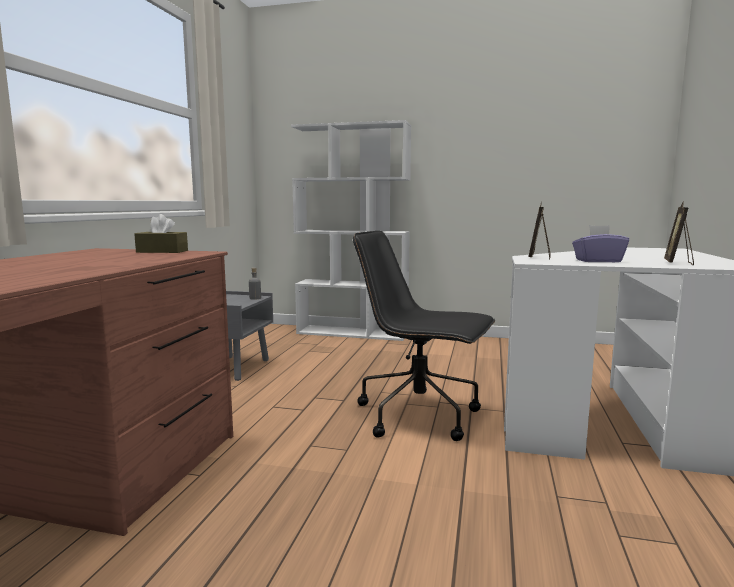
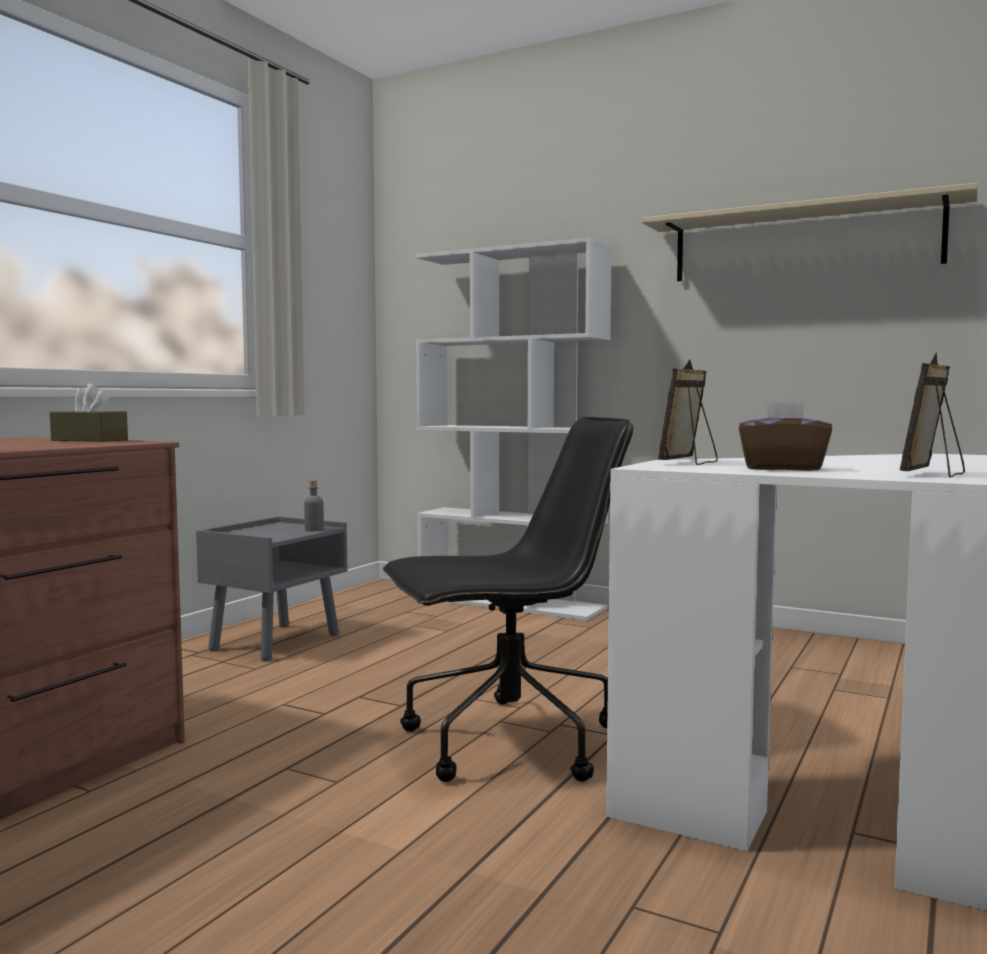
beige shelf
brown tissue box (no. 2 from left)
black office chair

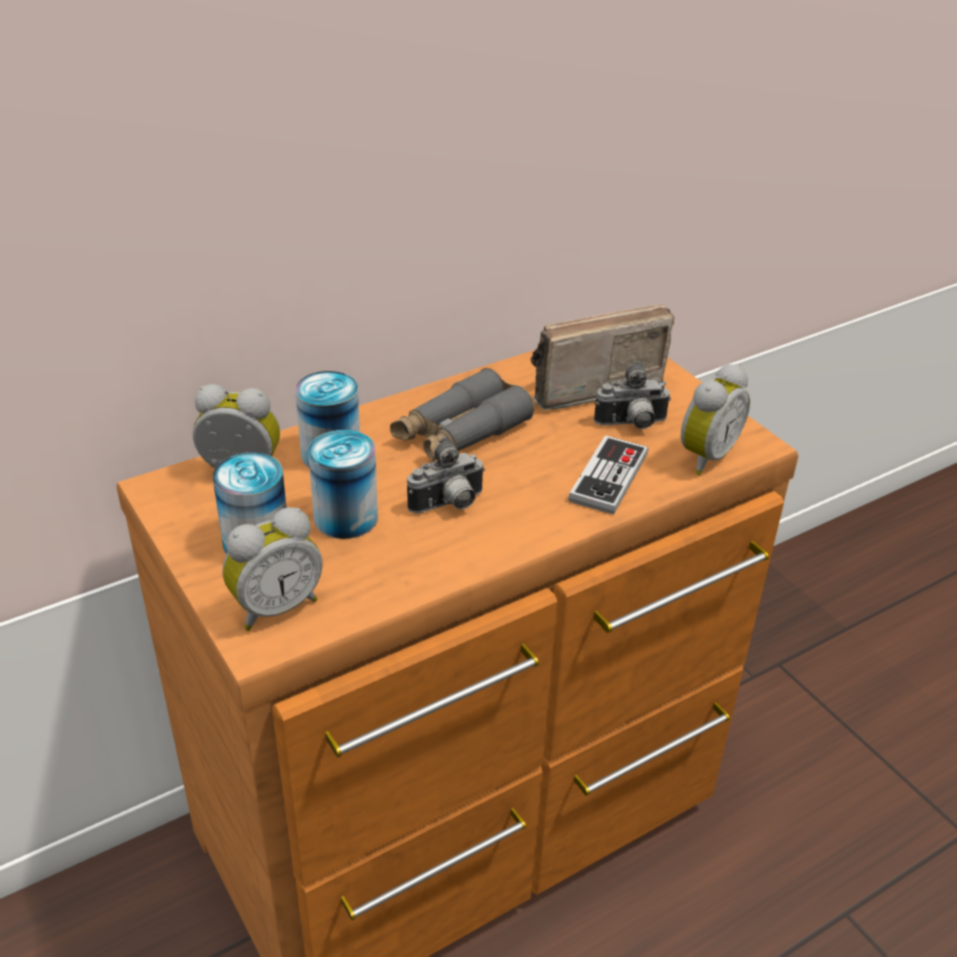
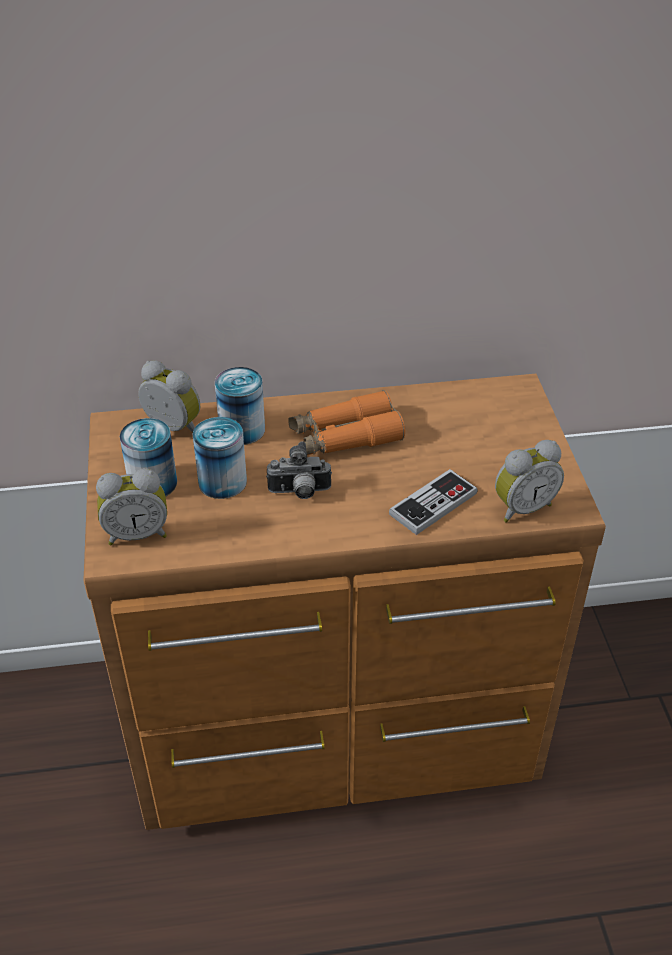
radio
photo camera (no. 2 from left in the first image)
orange binoculars

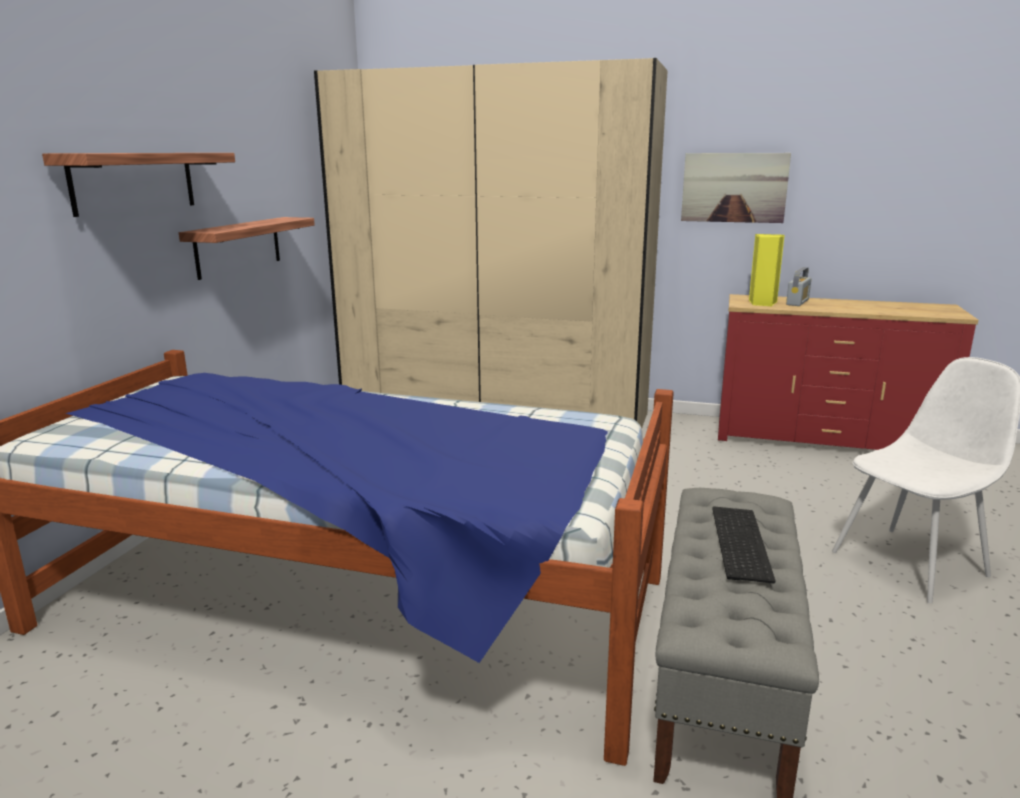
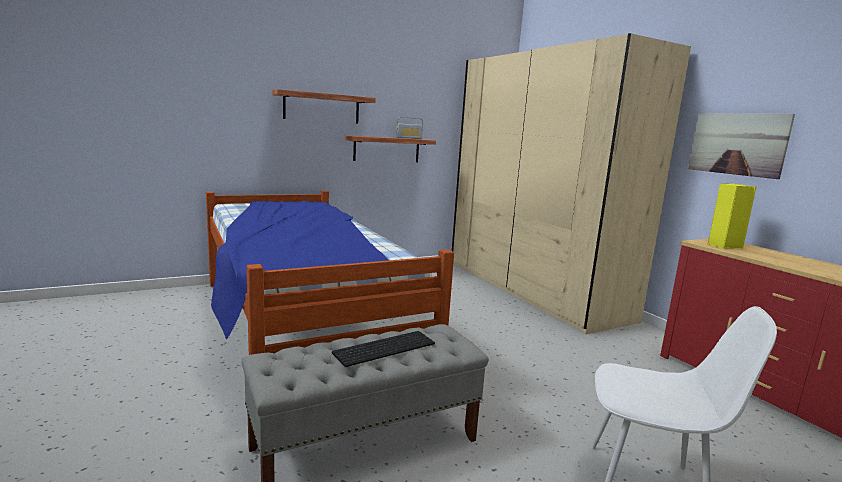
radio

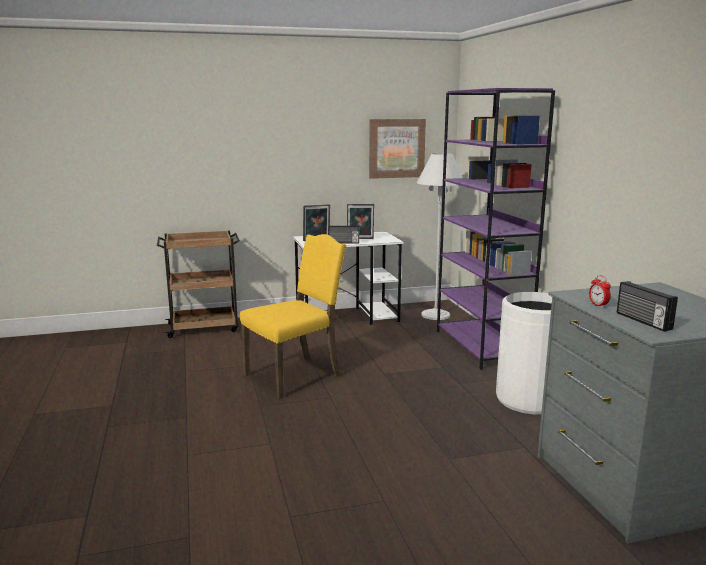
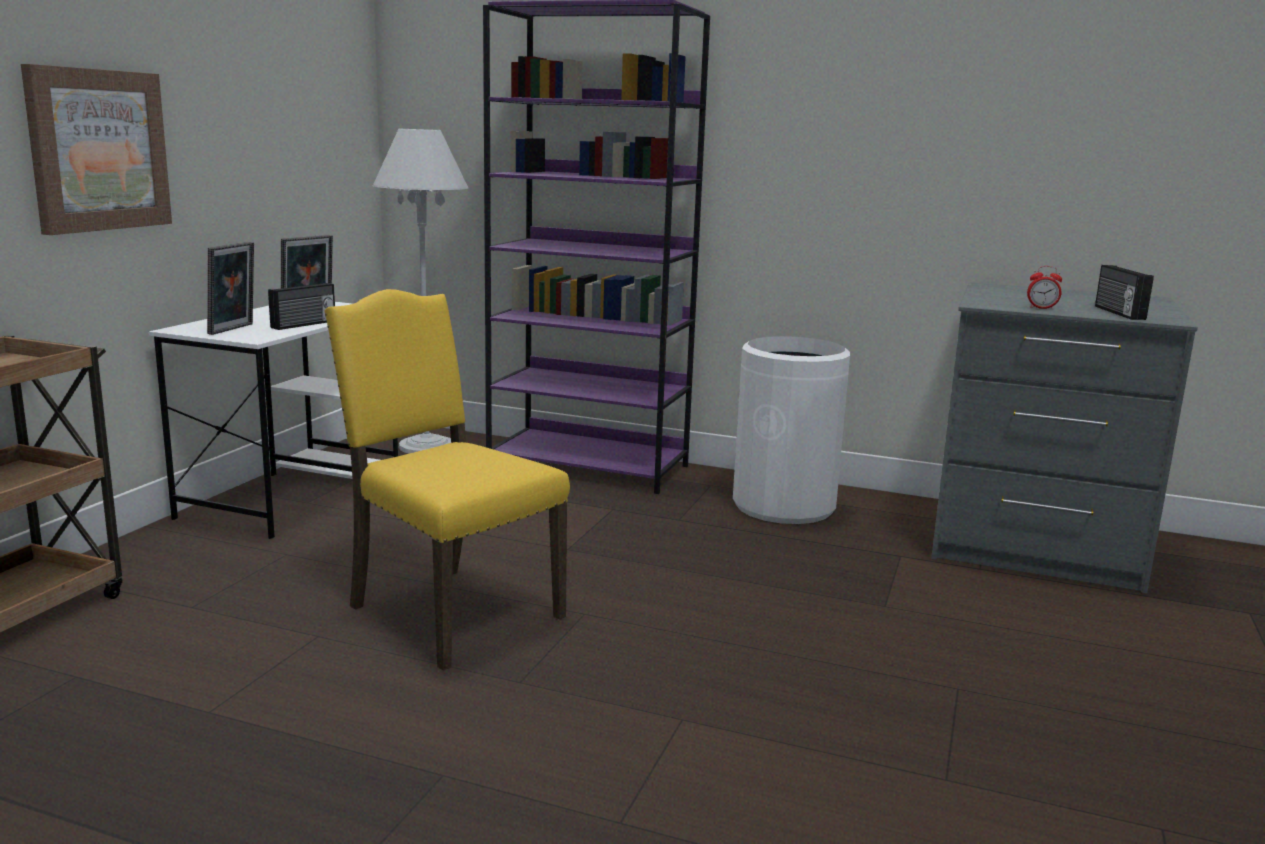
picture
yellow chair
radio (no. 2 from left)

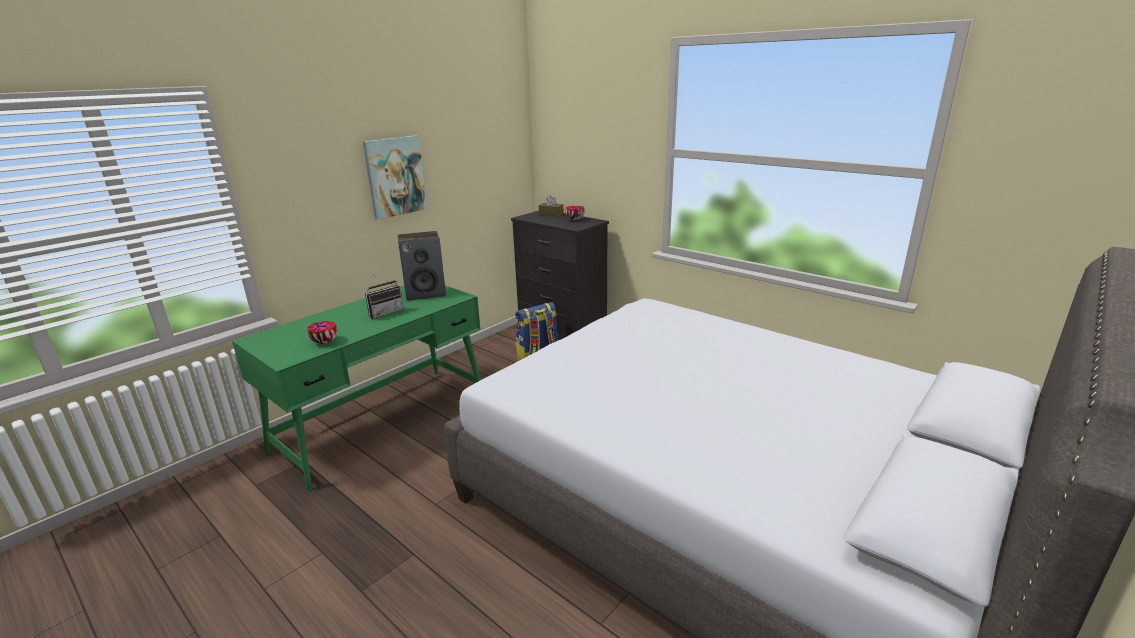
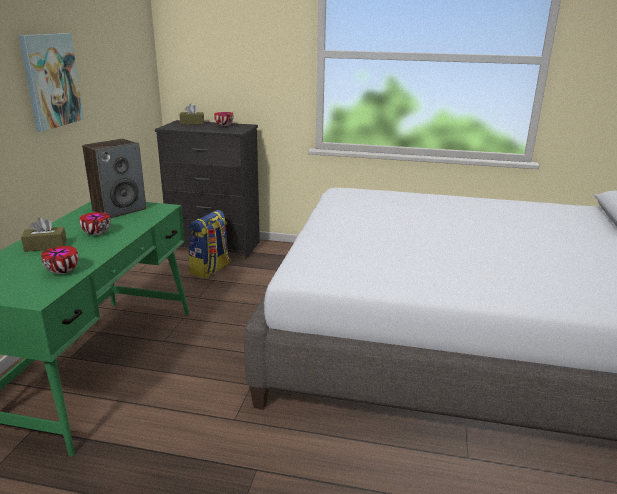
brown tissue box (no. 1 from left)
bowl (no. 2 from left)

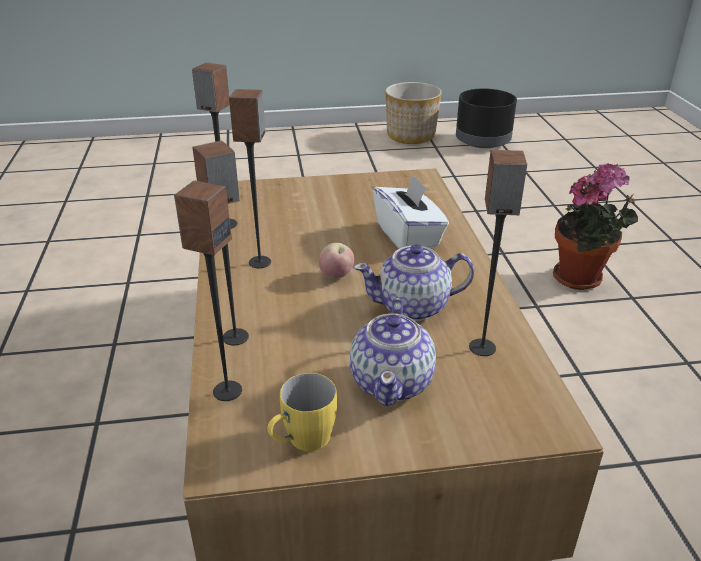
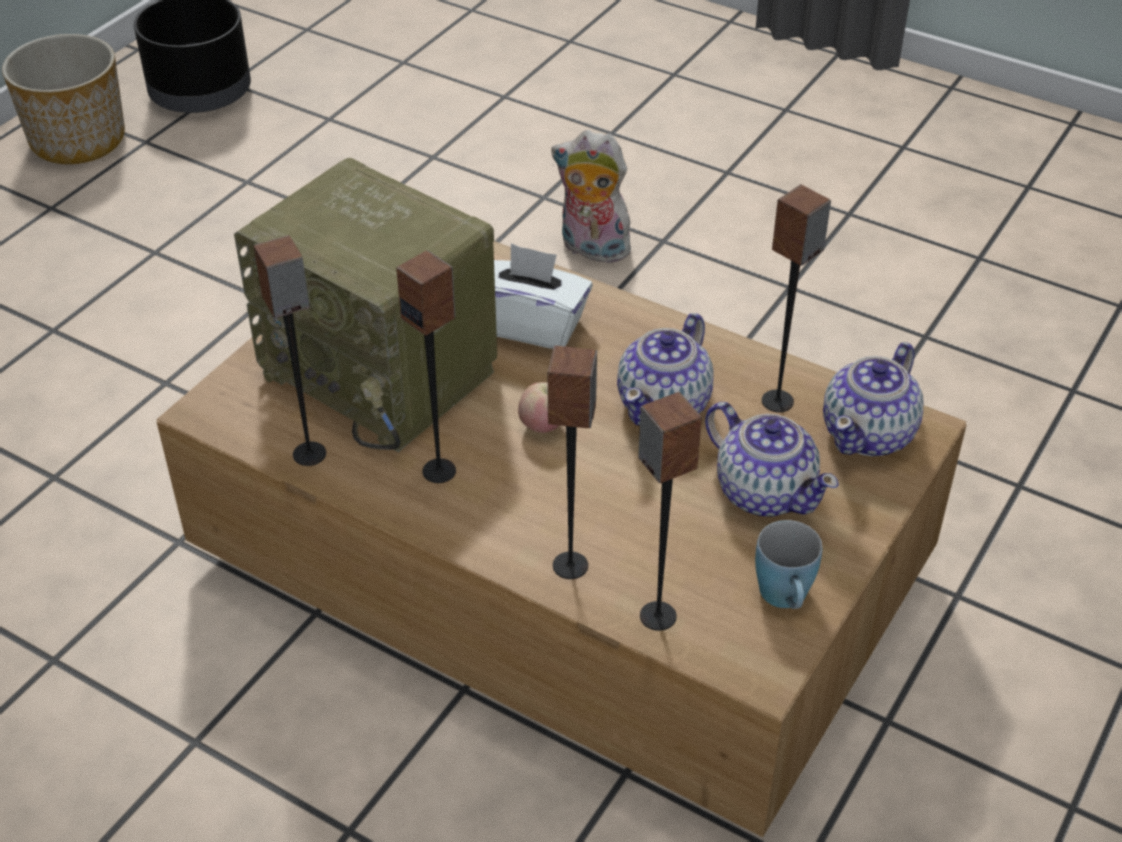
radio
teapot (no. 3 from left)
plush toy
blue mug

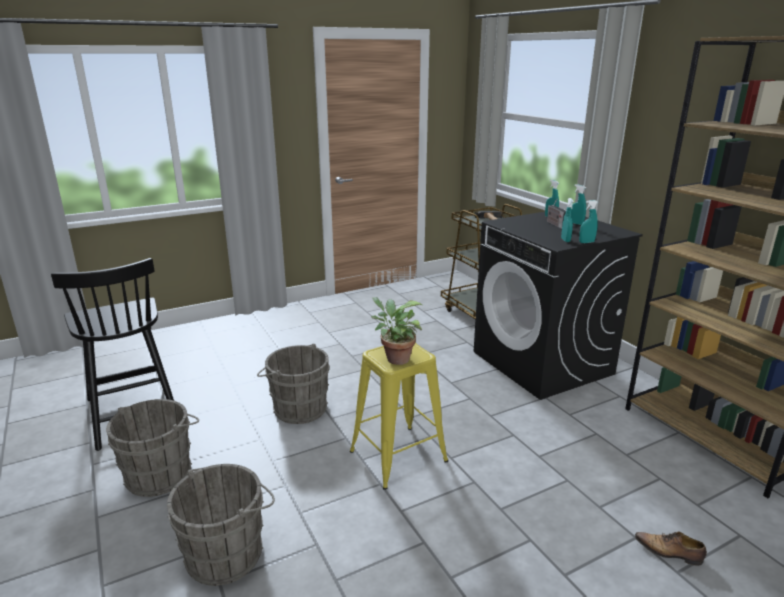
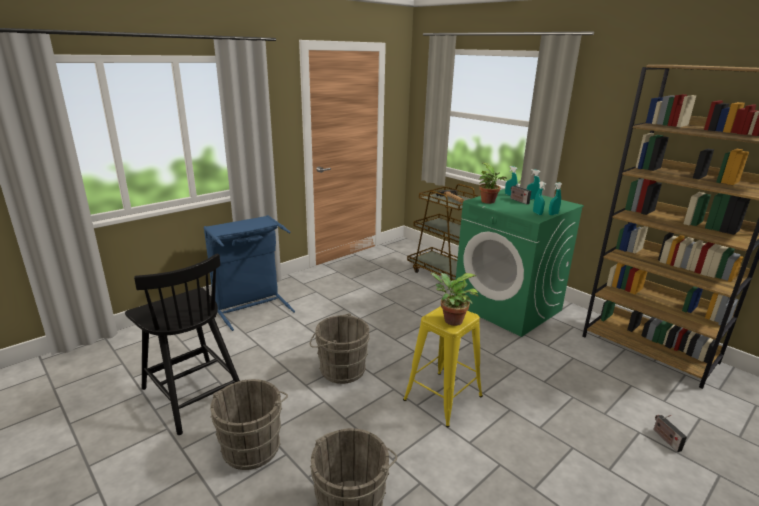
blue laundry basket
potted plant (no. 2 from left)
radio (no. 2 from left)
green washing machine

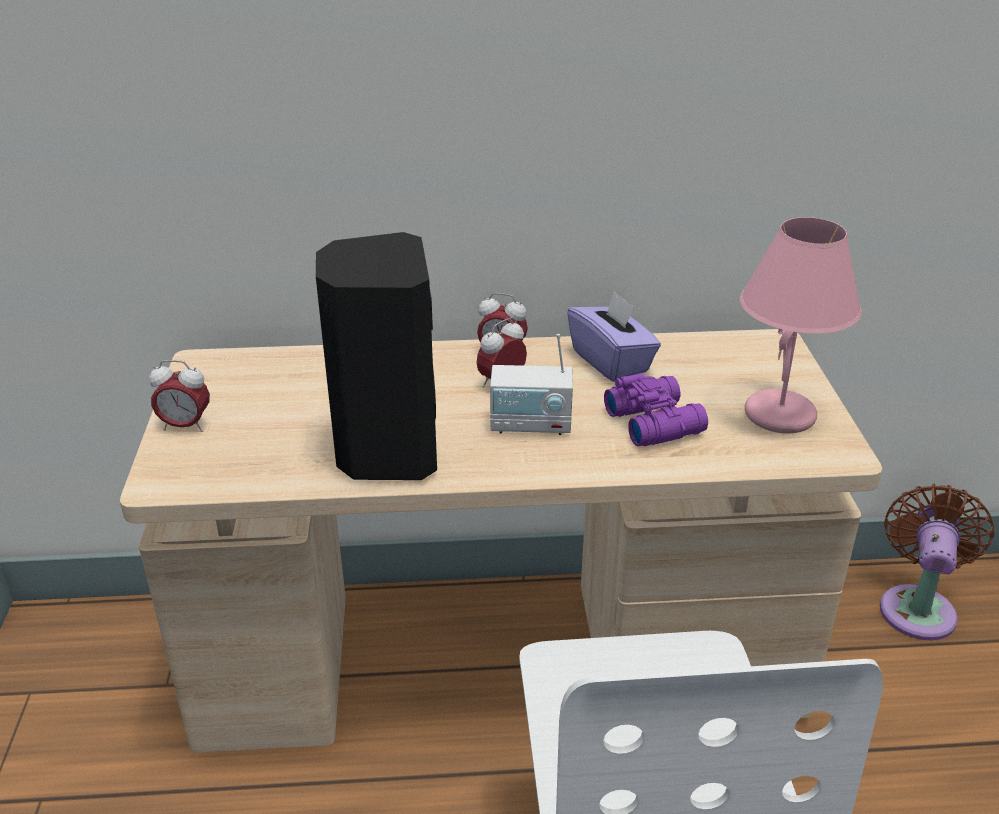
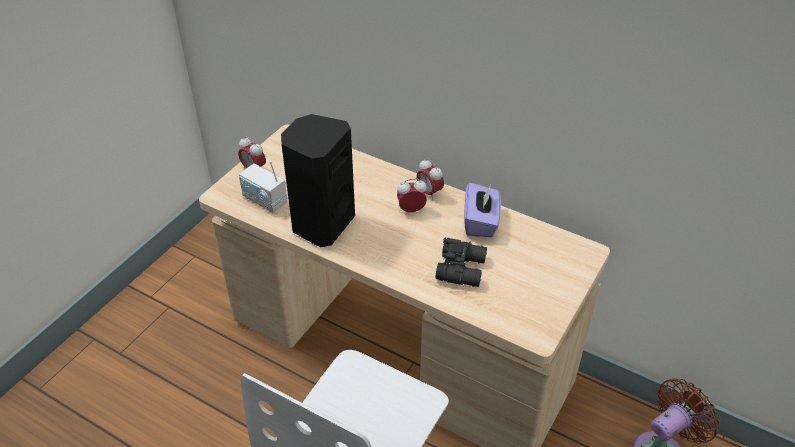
pink table lamp
radio
black binoculars

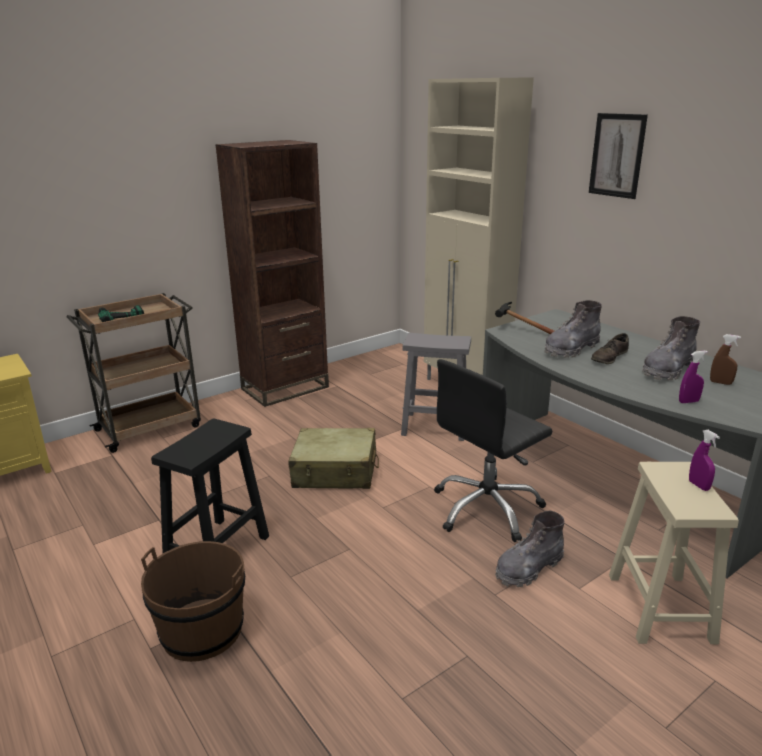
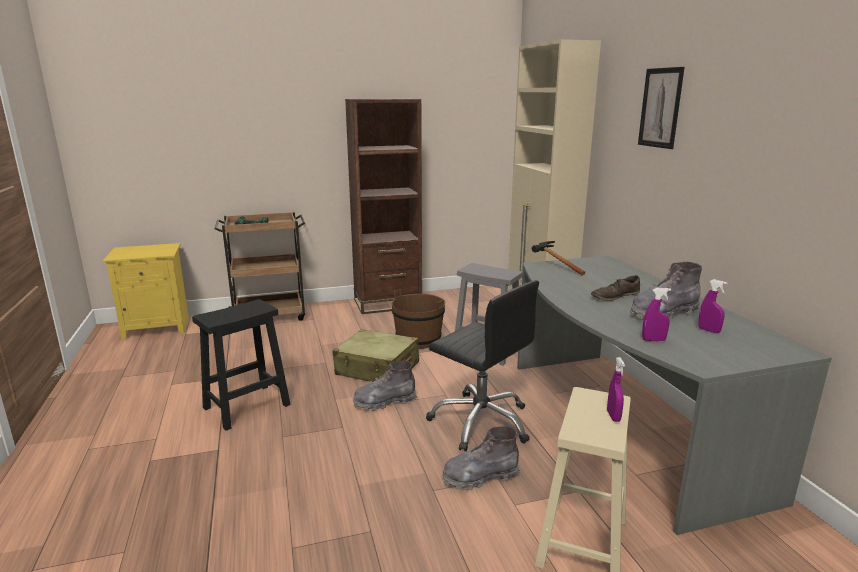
brown bucket
grey boot (no. 1 from left)
purple spray bottle (no. 3 from left)
black office chair

